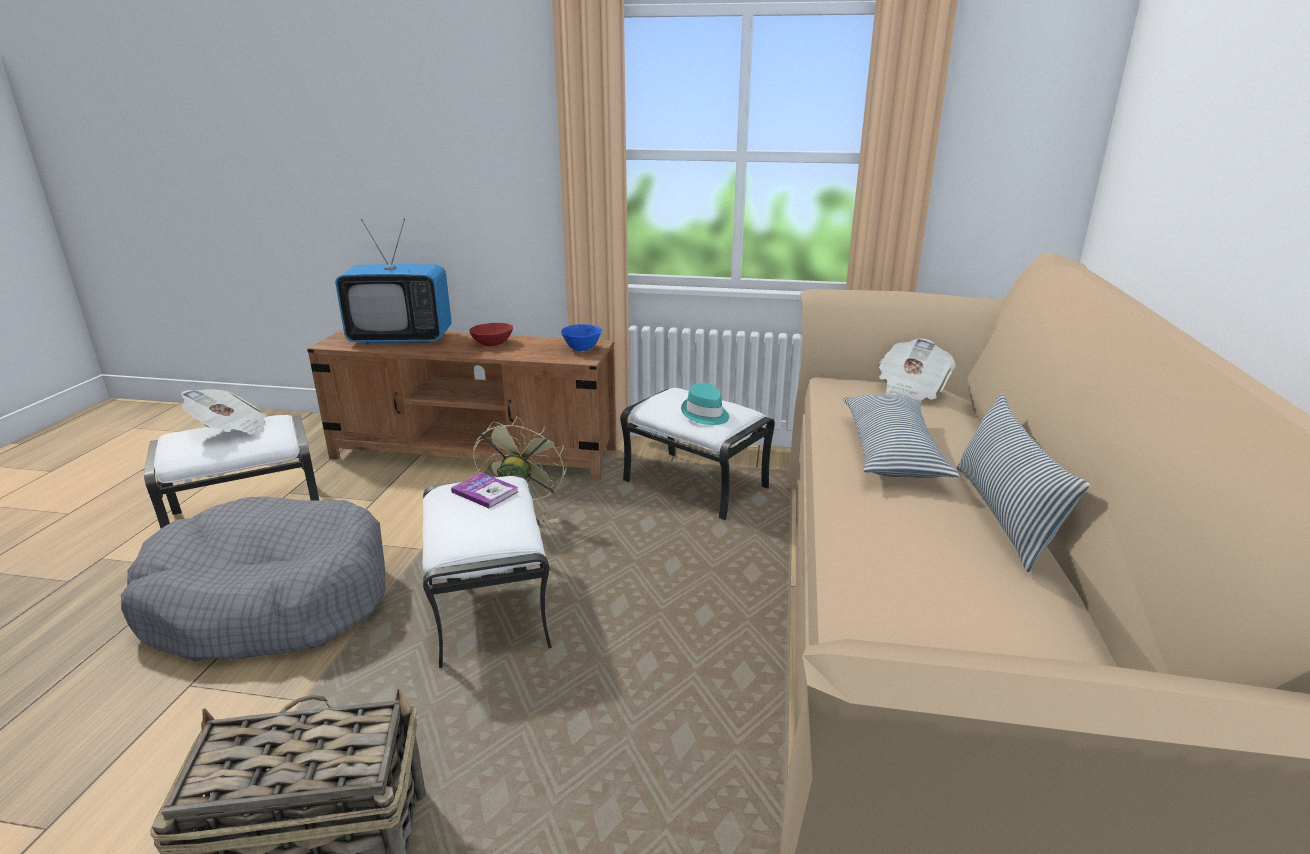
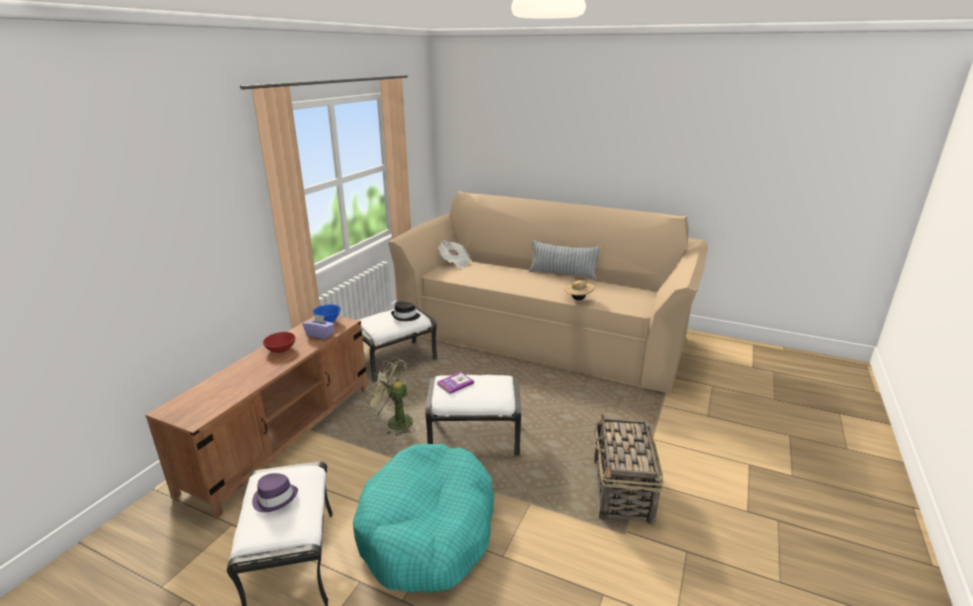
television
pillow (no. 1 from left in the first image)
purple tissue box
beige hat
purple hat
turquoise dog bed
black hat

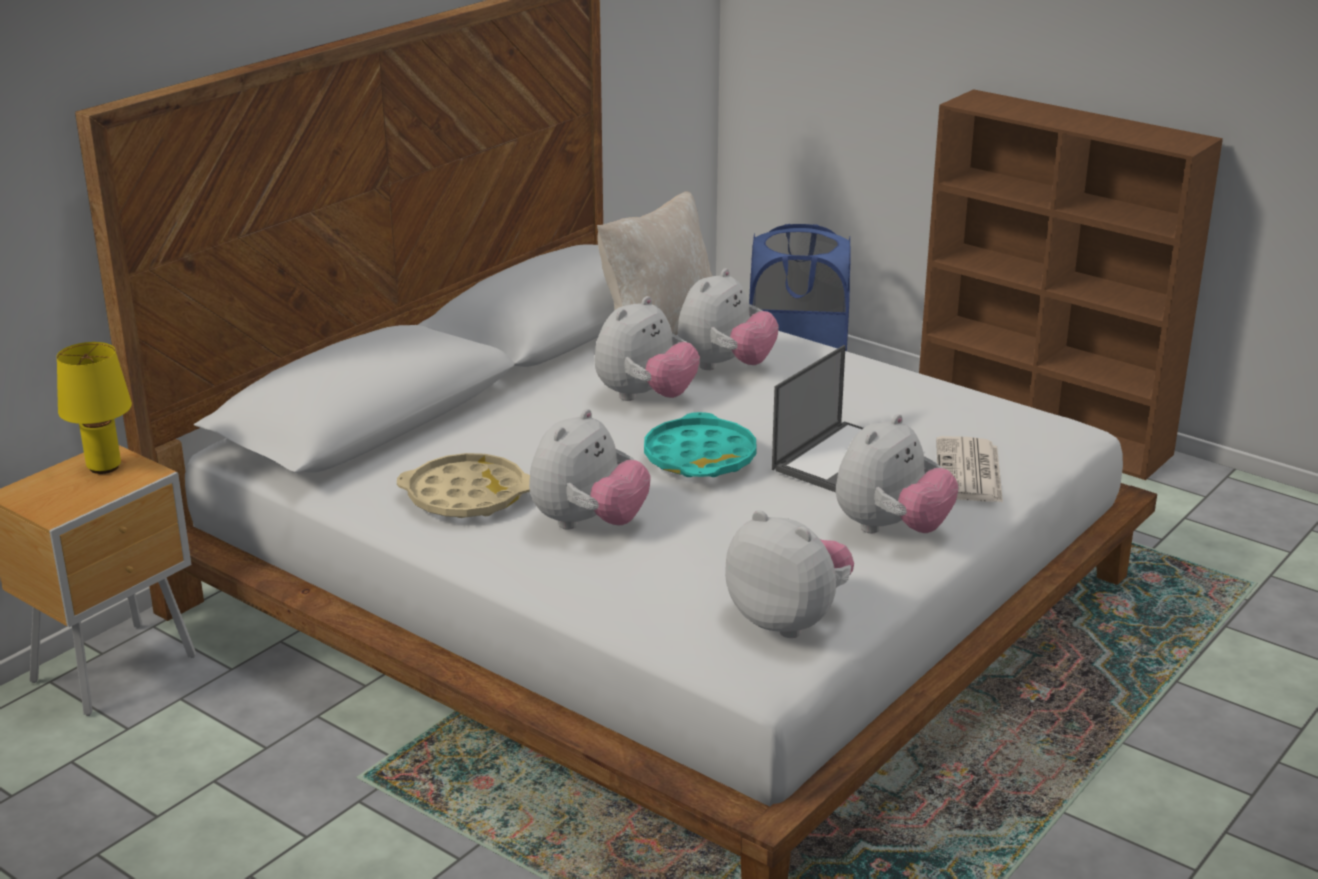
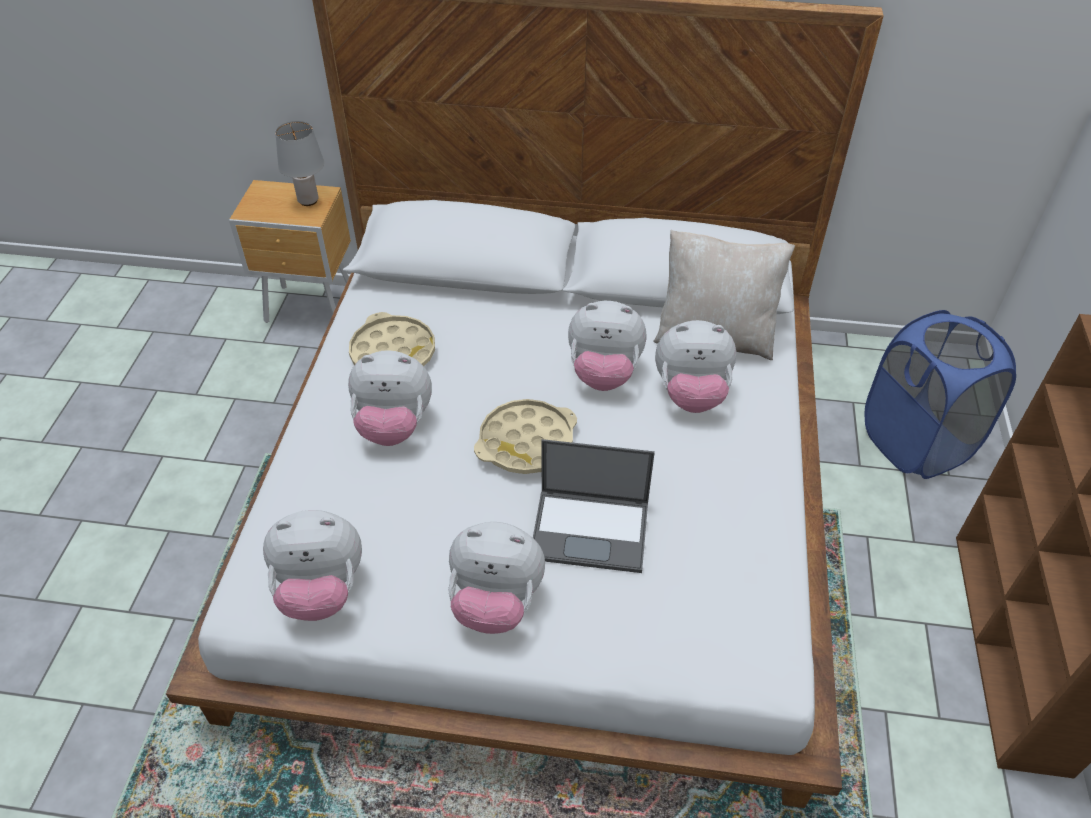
newspaper
grey table lamp
beige tray (no. 2 from left)
plush toy (no. 1 from left)

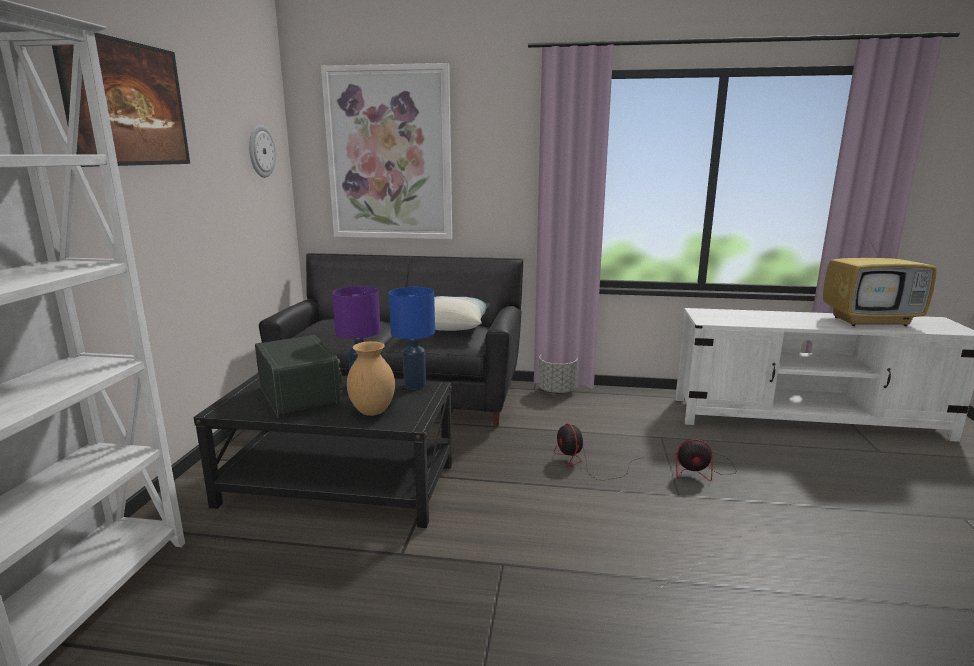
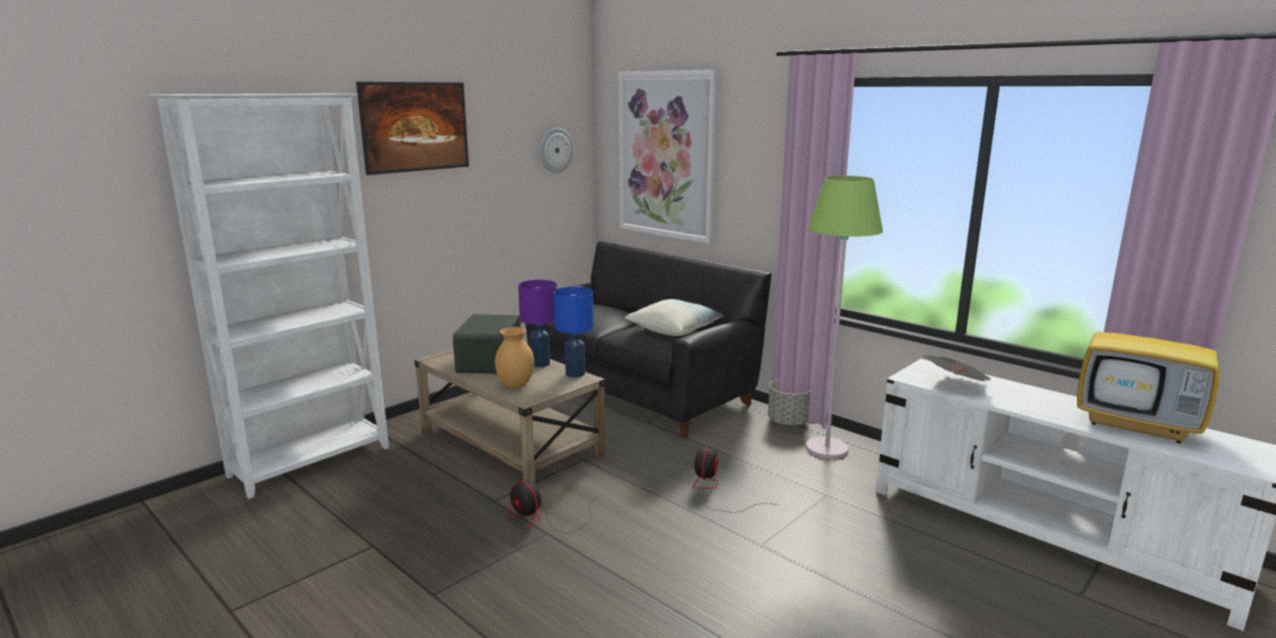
green floor lamp
newspaper
fan (no. 1 from left)
beige coffee table

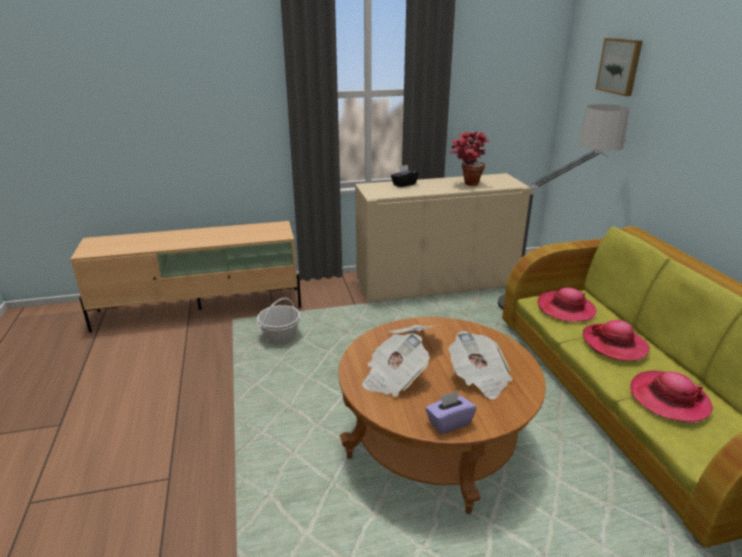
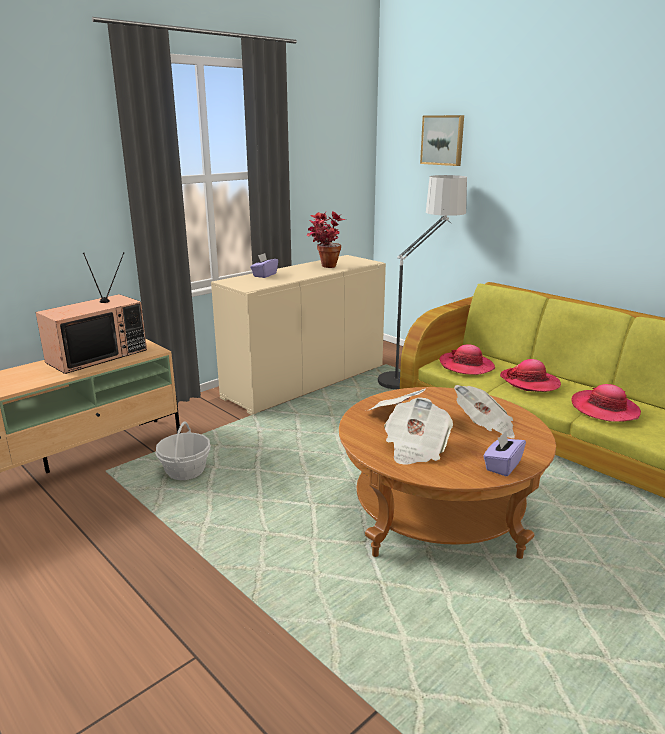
television
purple tissue box (no. 1 from left)

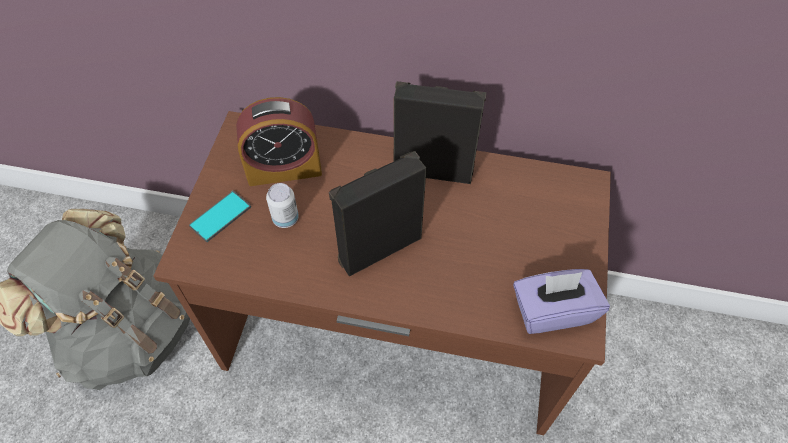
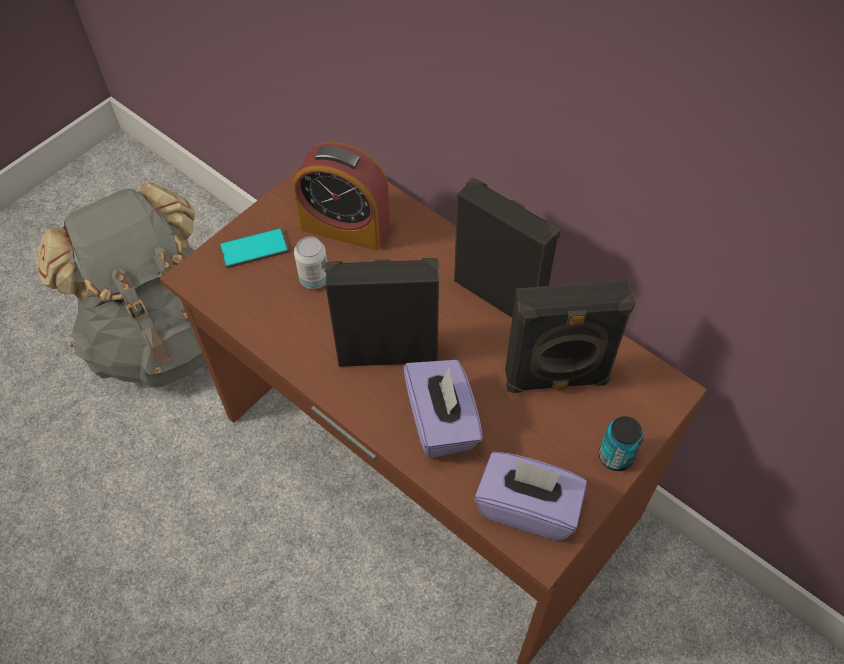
purple tissue box (no. 1 from left)
black speaker (no. 3 from left)
can (no. 2 from left)

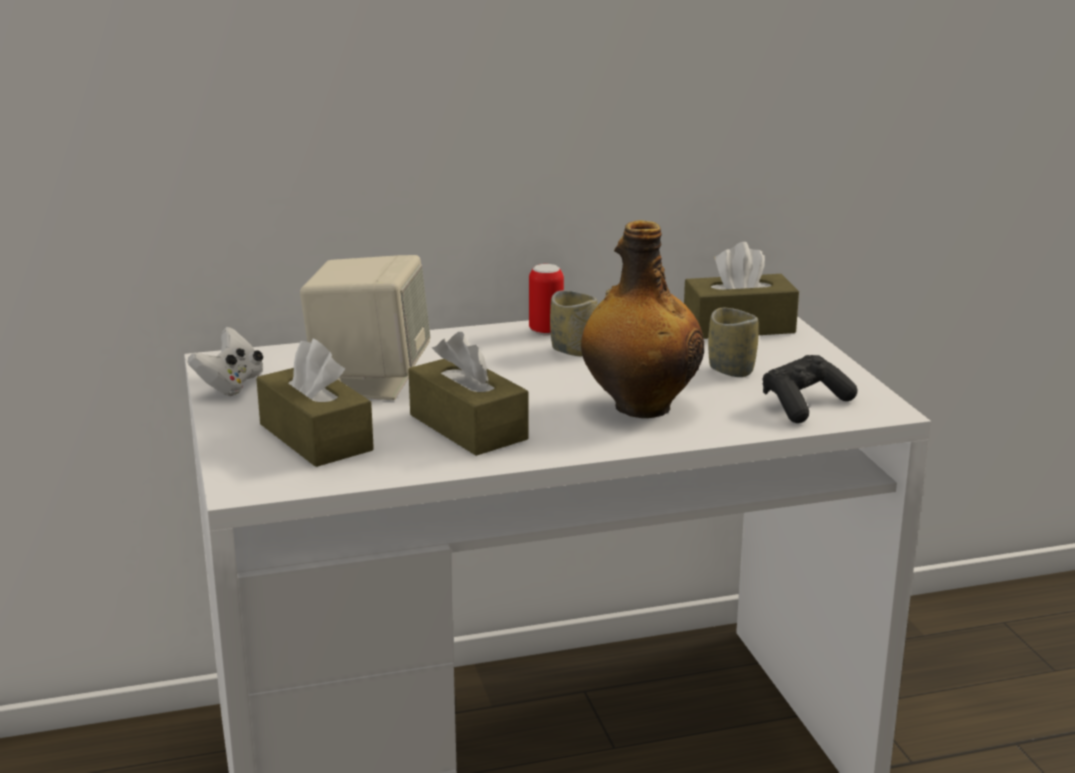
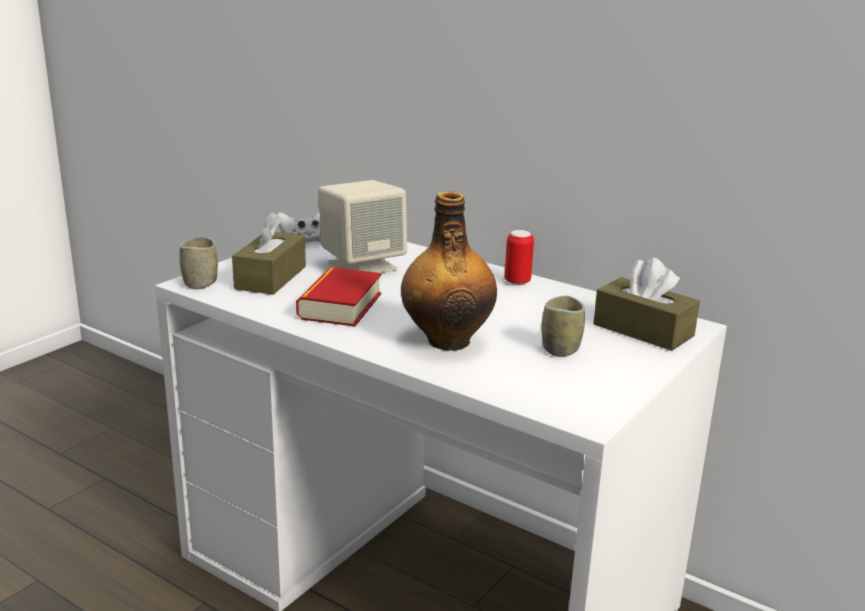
black game controller
cup (no. 1 from left)
book

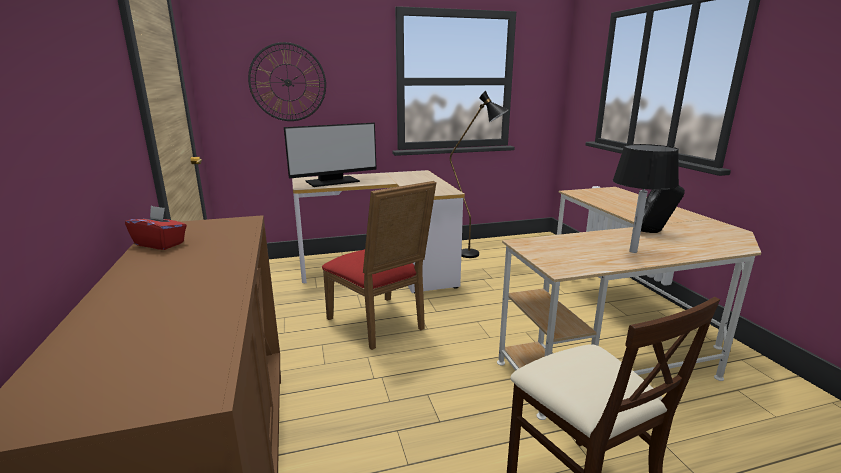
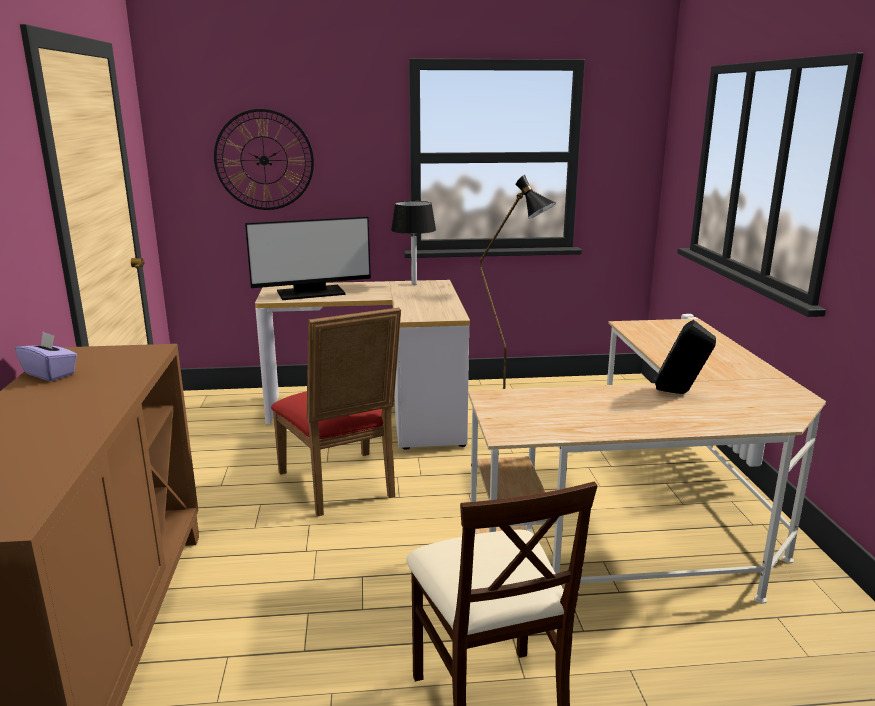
black table lamp
purple tissue box

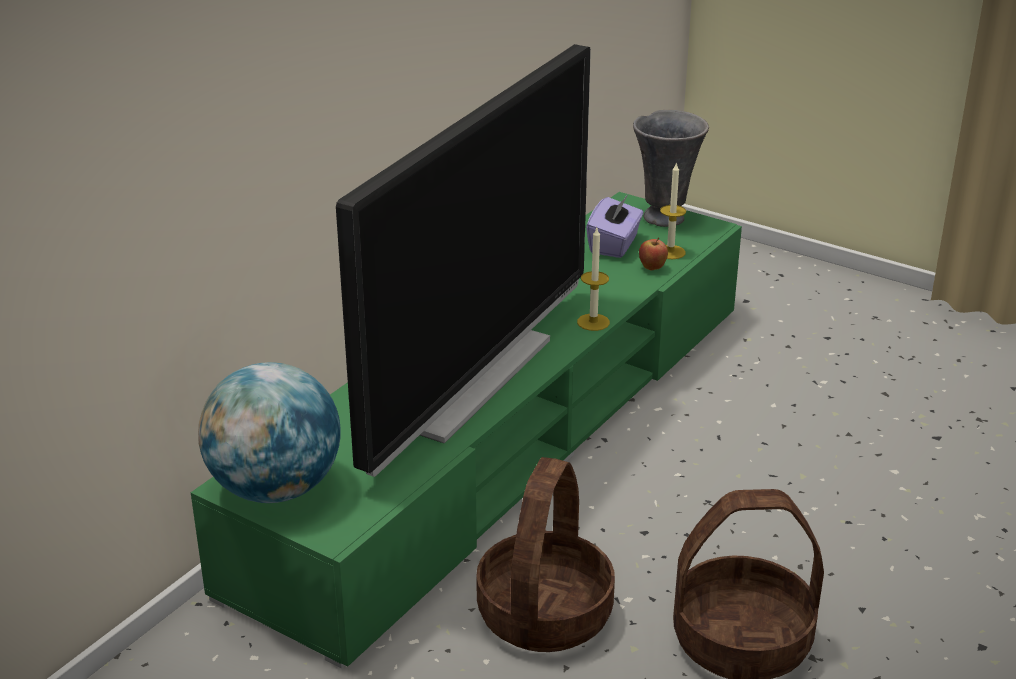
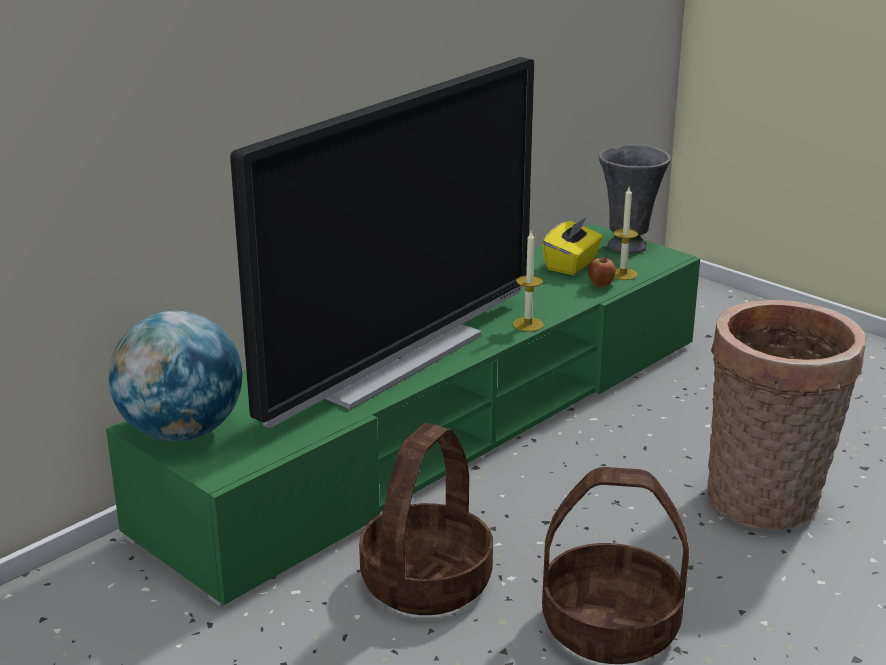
basket (no. 3 from left)
yellow tissue box

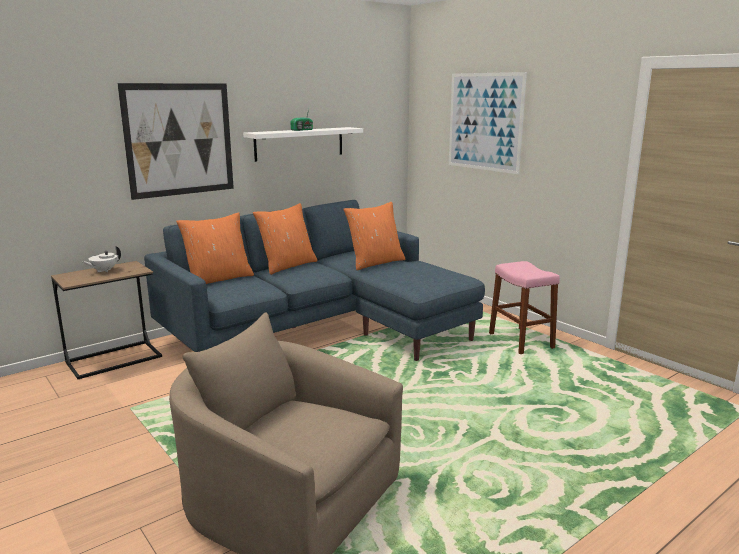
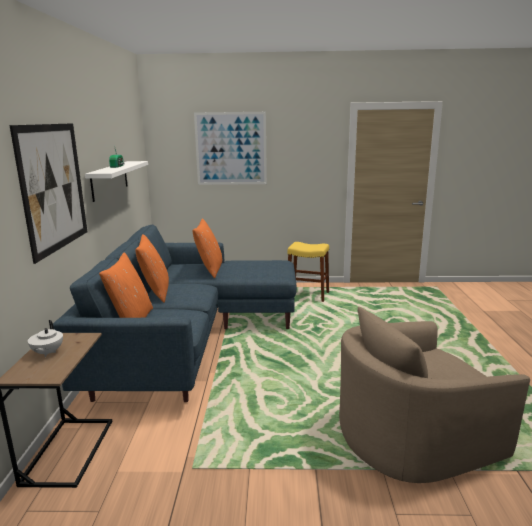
yellow stool

